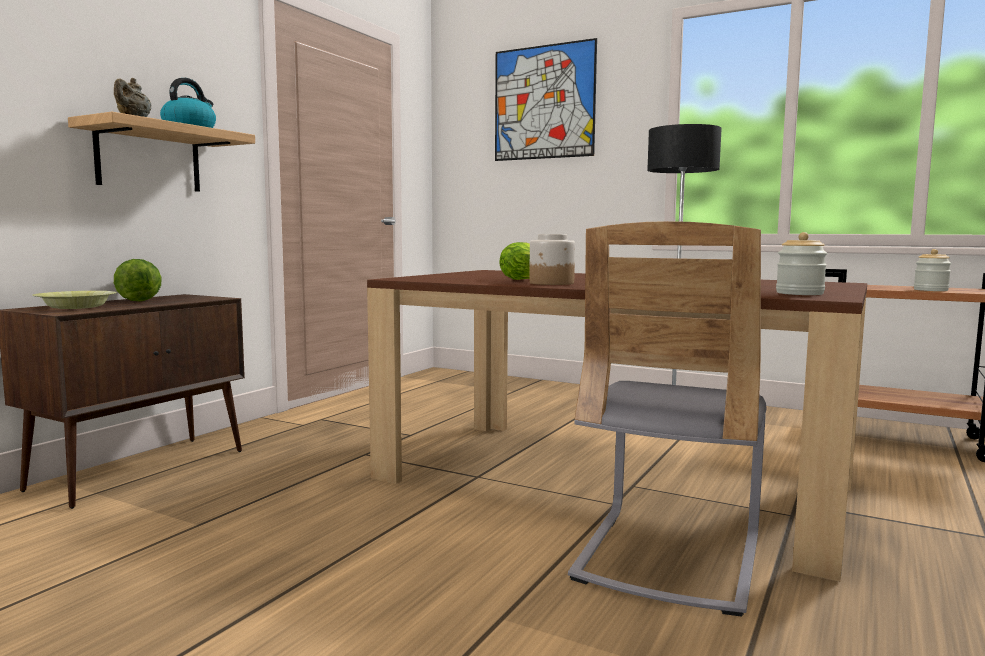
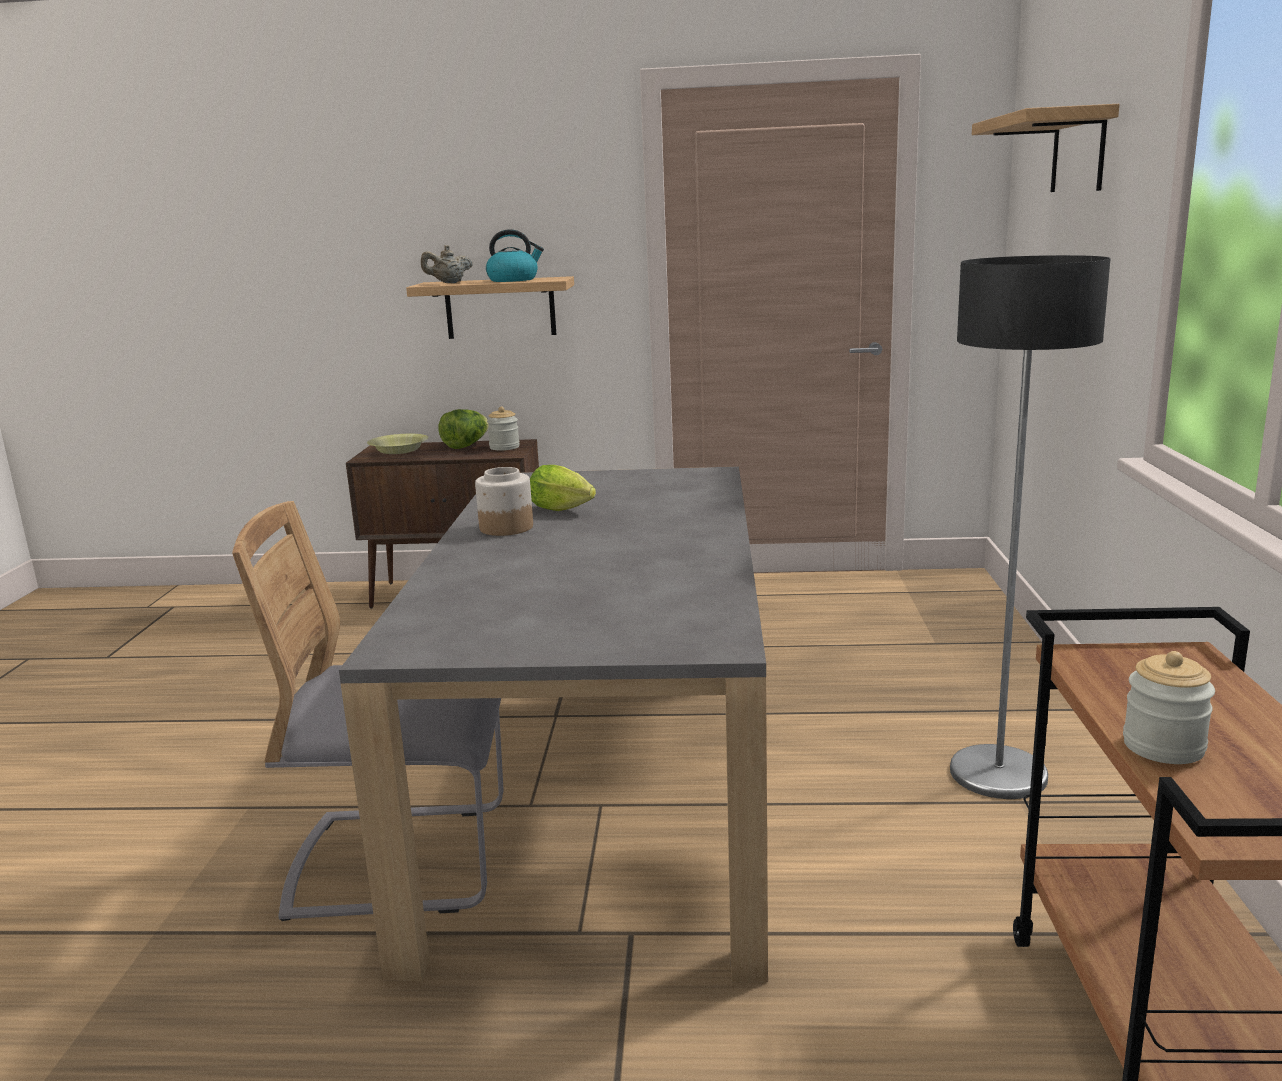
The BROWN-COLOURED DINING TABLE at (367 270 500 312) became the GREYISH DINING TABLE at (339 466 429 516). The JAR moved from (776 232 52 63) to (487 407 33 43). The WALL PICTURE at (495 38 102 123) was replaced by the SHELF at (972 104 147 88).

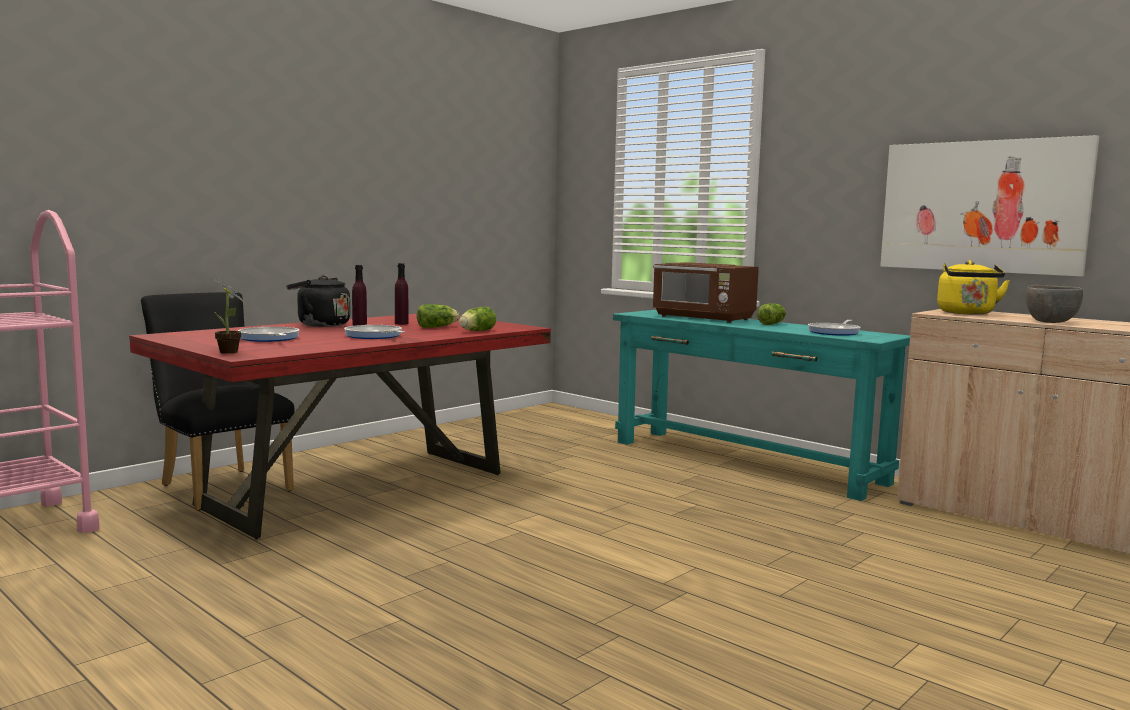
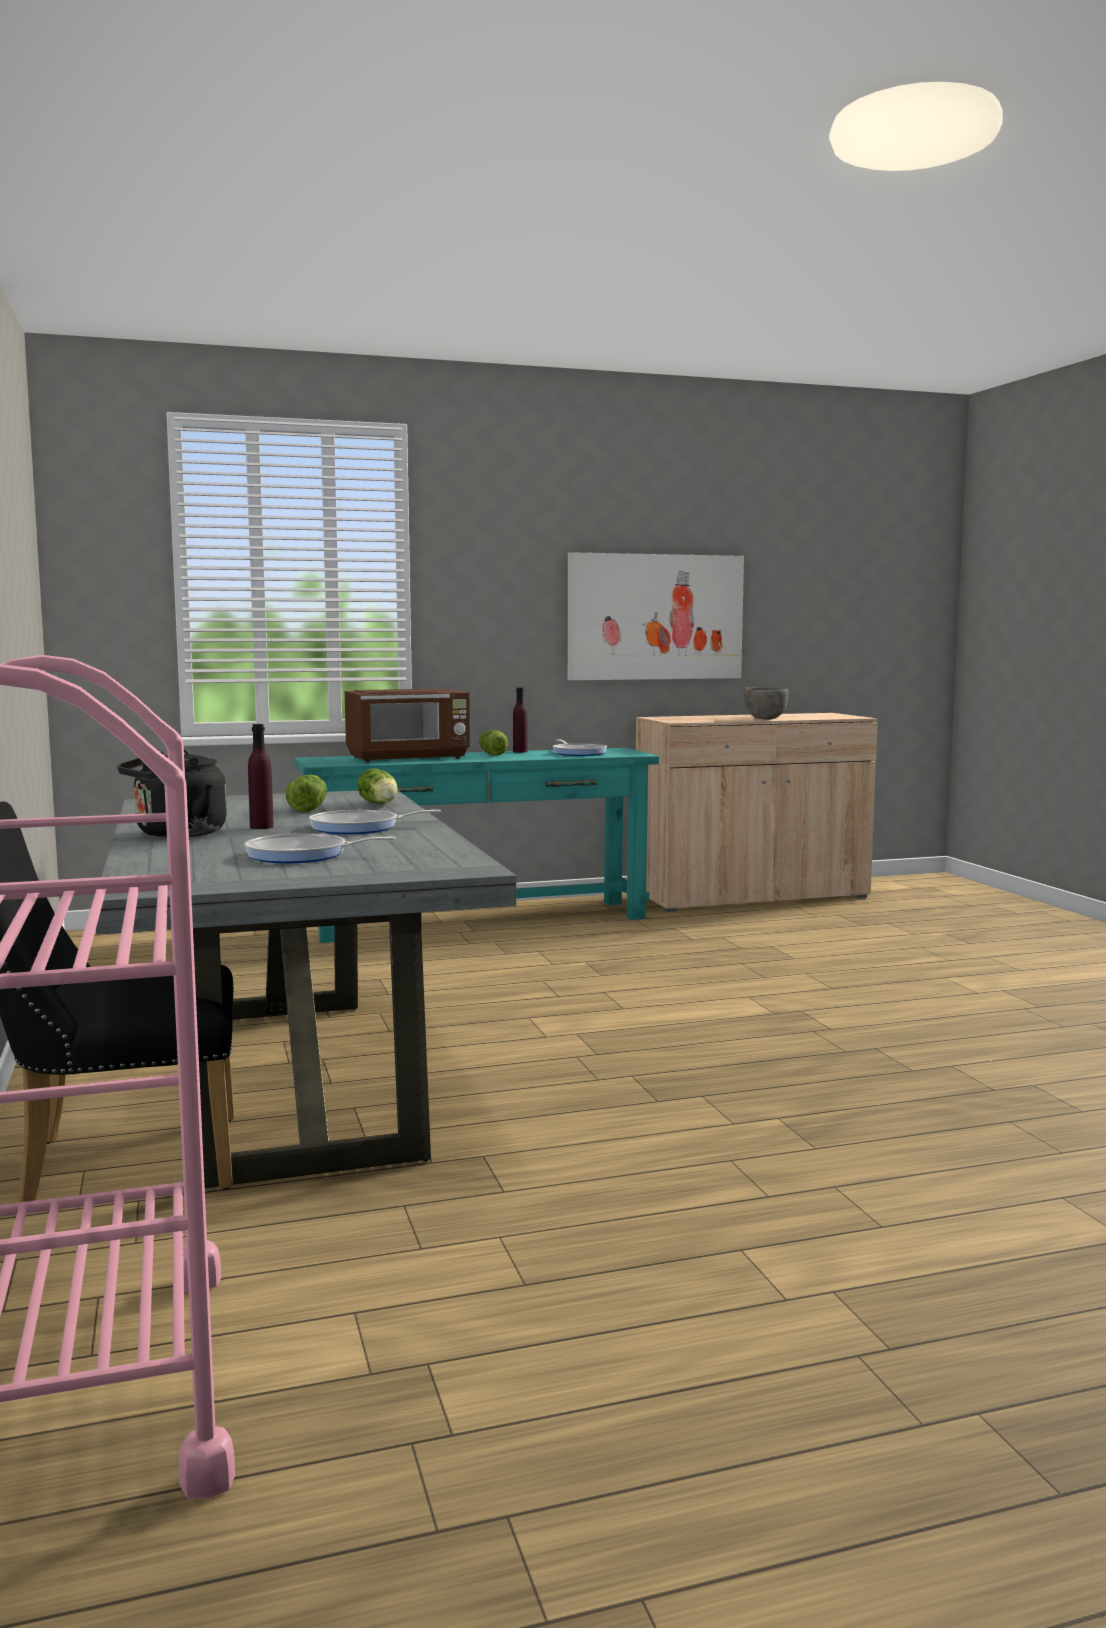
The RED-COLOURED DINING TABLE at (129 314 422 225) became the GREYISH DINING TABLE at (96 791 420 397). The PURPLE BEVERAGE BOTTLE moved from (395 263 14 62) to (513 687 14 66). The HOUSEPLANT at (210 274 37 80) disappeared. The YELLOWISH KETTLE at (937 260 73 55) disappeared.

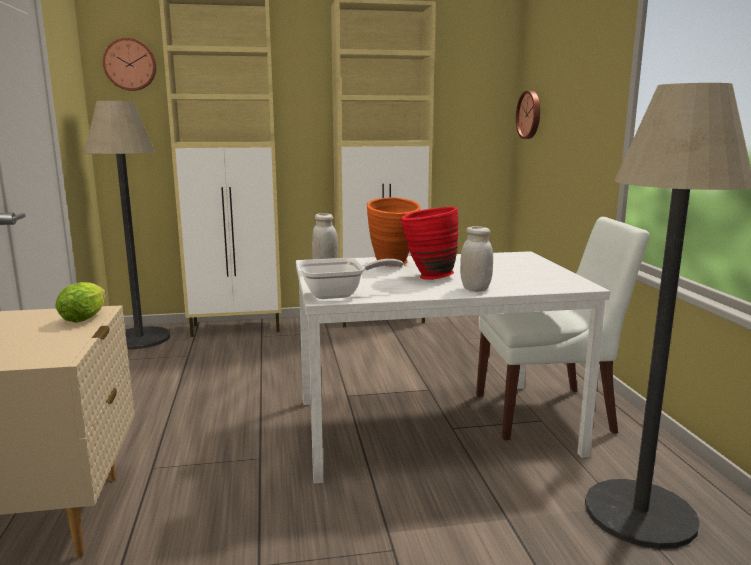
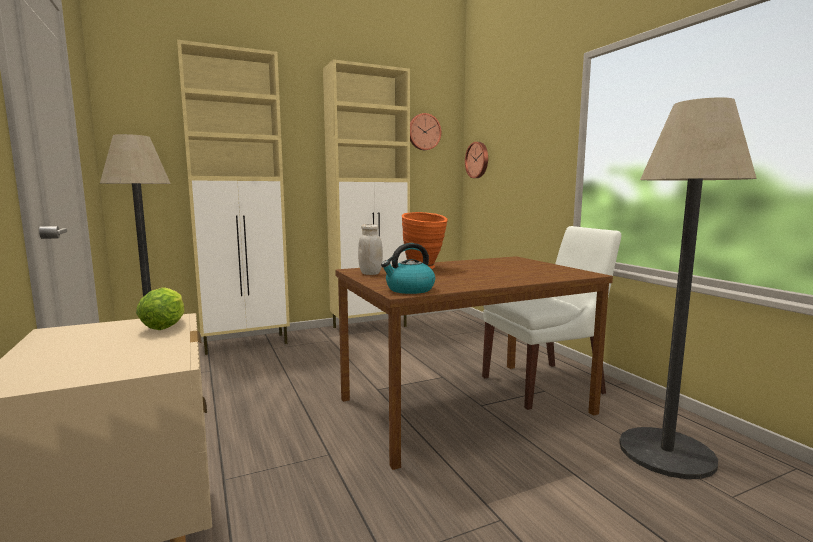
The WHITE DINING TABLE at (296 251 314 233) became the BROWN-COLOURED DINING TABLE at (335 256 278 214). The FRYING PAN at (298 258 105 41) was replaced by the KETTLE at (381 243 54 51). The CLOCK ON THE WALL moved from (103 38 53 53) to (410 113 31 37). The RED-COLOURED FLOWER VASE at (401 207 58 73) disappeared. The WHITE JAR at (460 226 33 66) disappeared.

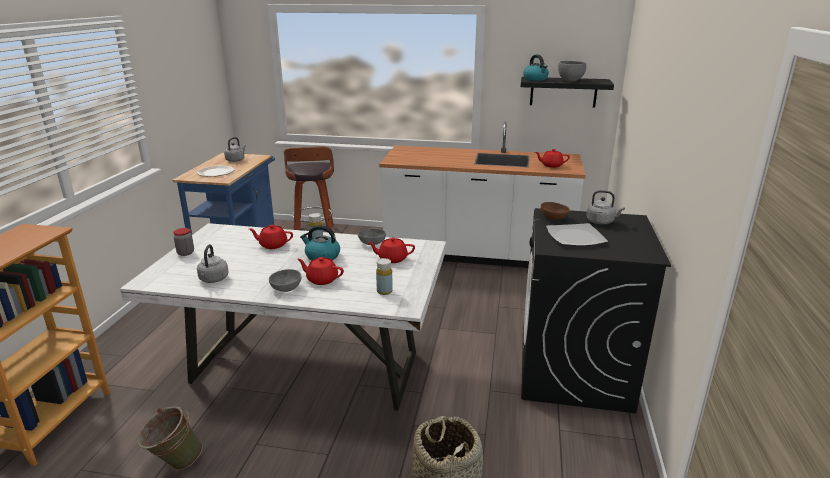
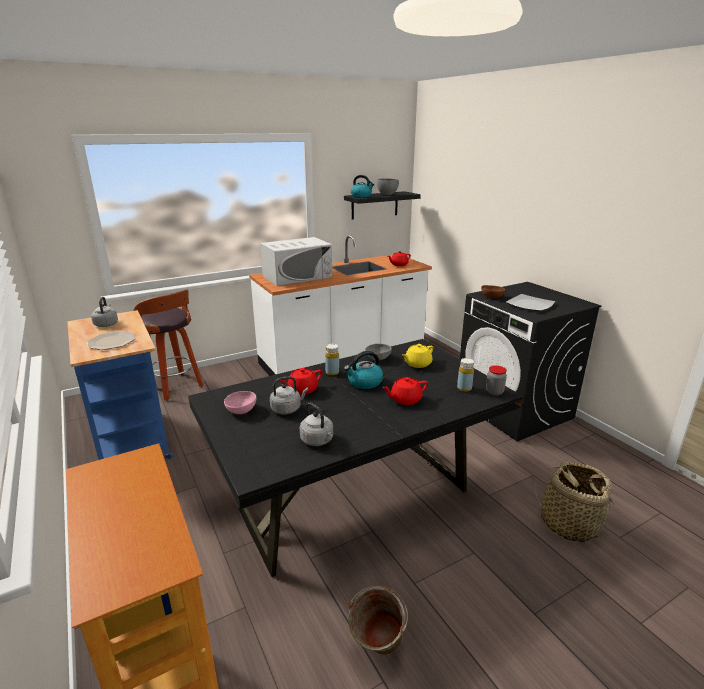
The WHITE DINING TABLE at (120 223 326 188) became the BLACK DINING TABLE at (188 339 335 238). The PINK-COLOURED BOWL at (224 391 32 23) appeared. The WHITE MICROWAVE OVEN at (260 237 72 49) appeared. The GREYISH KETTLE moved from (586 190 39 35) to (270 376 39 38). The RED-COLOURED POT FOR TEA at (367 237 48 26) became the YELLOWISH POT FOR TEA at (402 344 31 24). The JAR moved from (173 228 21 28) to (486 365 21 30). The GREYISH BOWL at (269 269 32 23) disappeared.

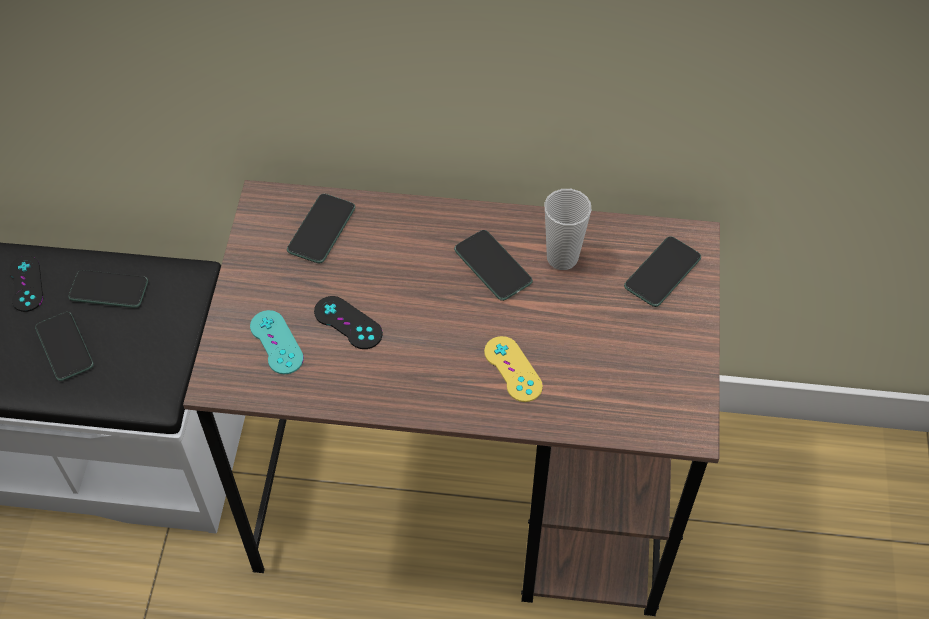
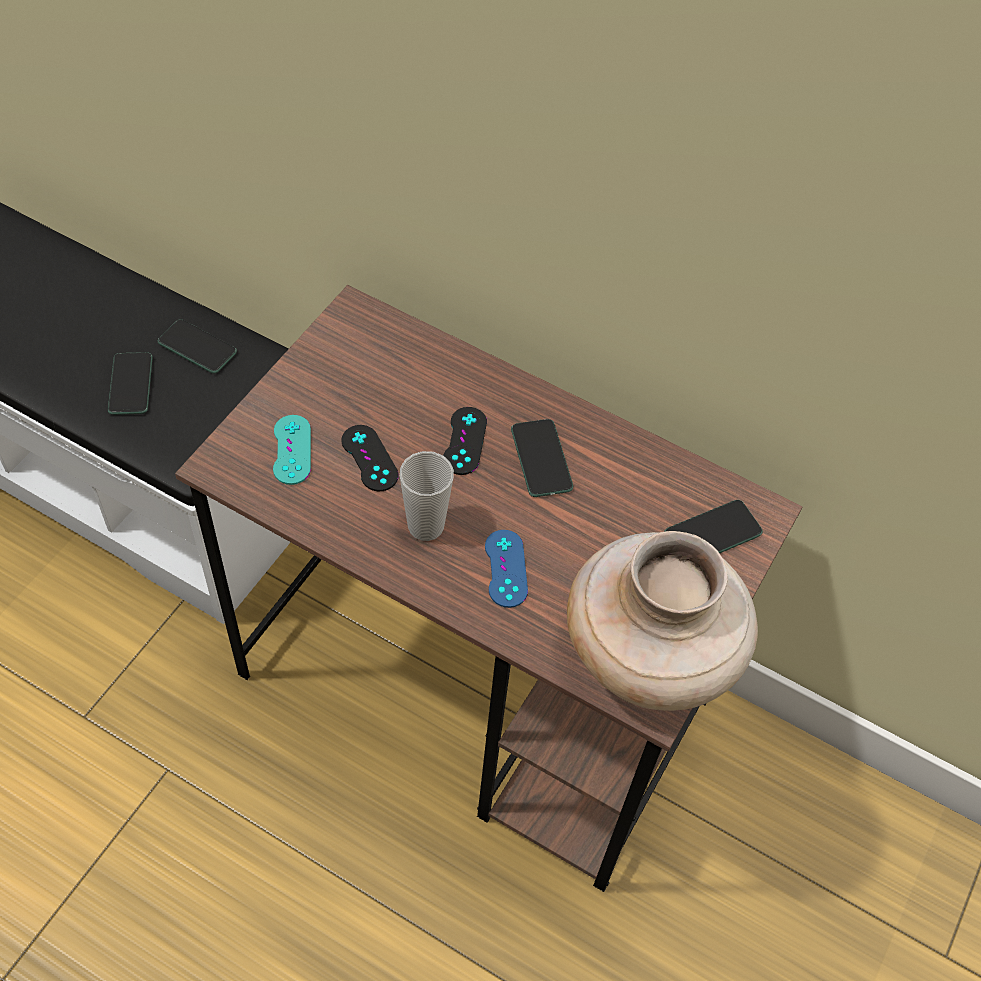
The CUP moved from (544 189 47 81) to (400 451 54 90). The BLACK GAMEPAD moved from (9 256 34 56) to (443 407 44 68). The YELLOWISH GAMEPAD at (484 336 59 66) became the BLUISH GAMEPAD at (485 530 43 78). The BEIGE FLOWER VASE at (567 531 191 180) appeared. The TELEPHONE at (287 194 68 69) disappeared.

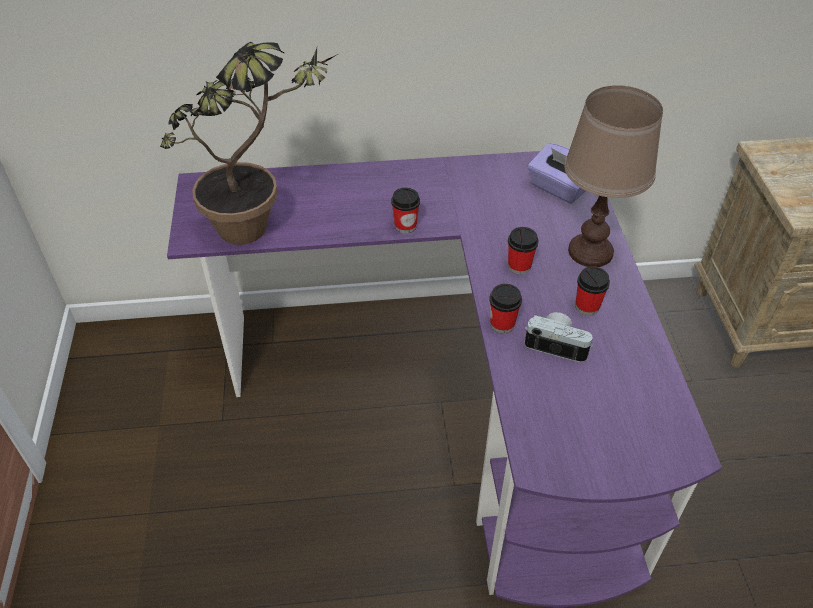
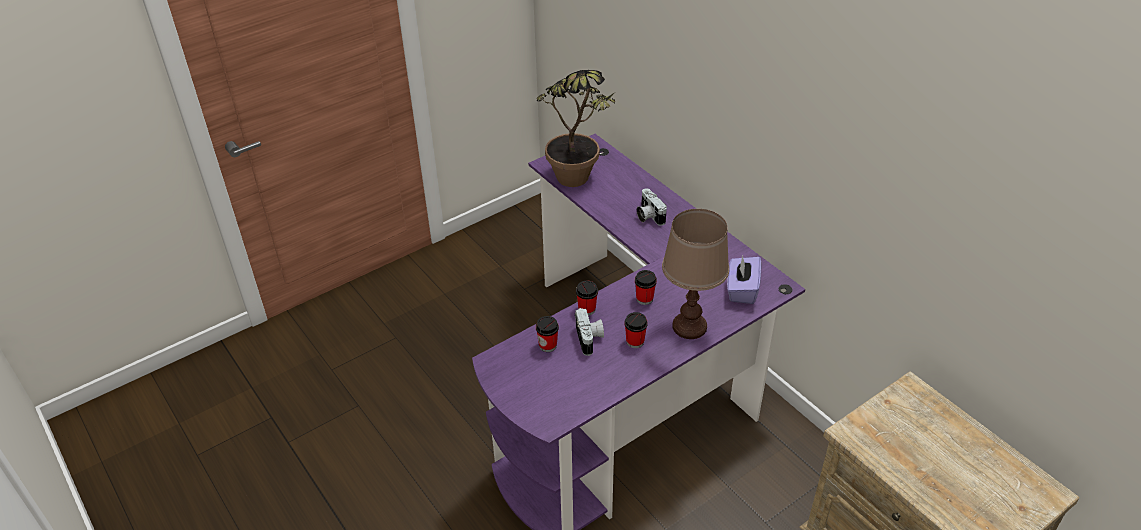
The CUP moved from (391 188 29 45) to (536 316 23 36). The STILL CAMERA at (637 188 30 38) appeared.

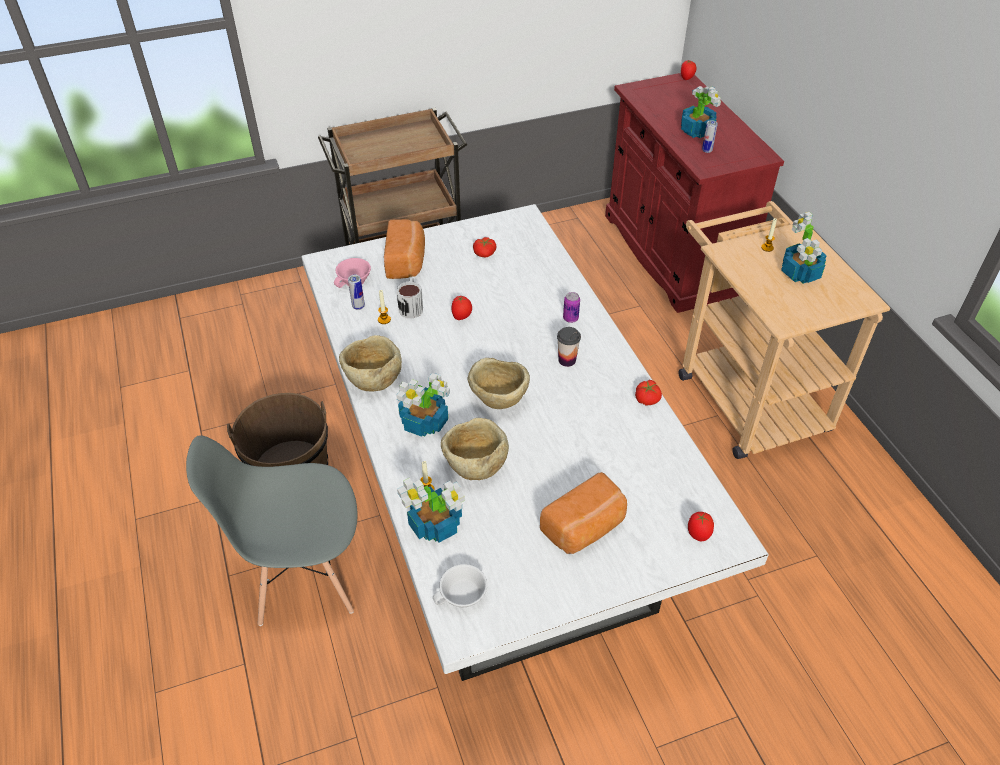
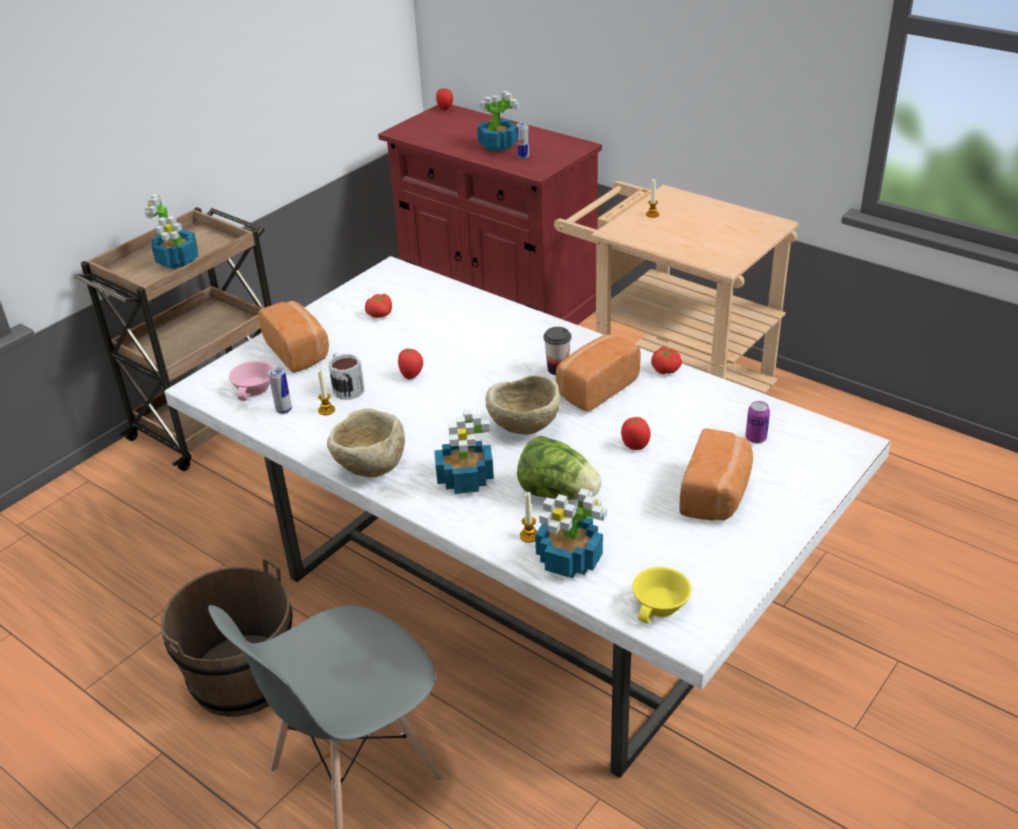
The HOUSEPLANT moved from (781 212 46 72) to (145 194 53 75). The BEIGE BOWL at (441 418 68 62) was replaced by the LETTUCE at (517 436 85 64). The BREAD at (556 334 85 78) appeared. The TOMATO moved from (688 512 26 29) to (621 417 30 33). The WHITE CUP at (433 564 54 44) became the YELLOWISH CUP at (632 567 59 56). The METAL CAN moved from (563 292 17 31) to (746 401 24 42).

